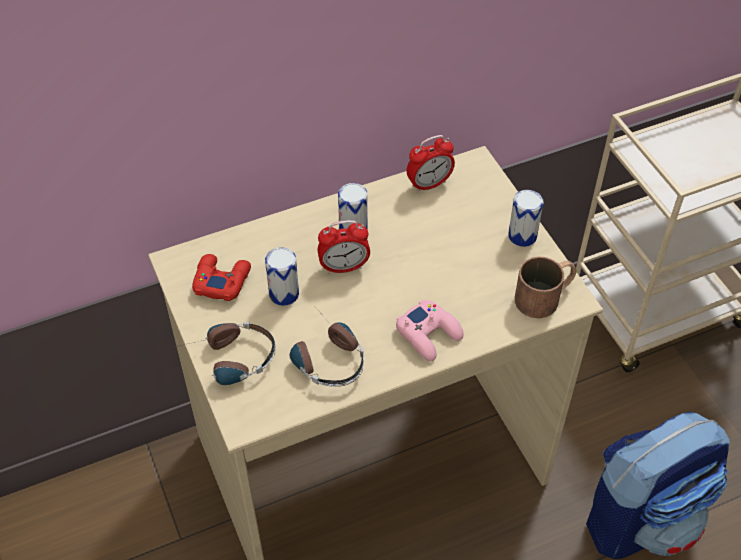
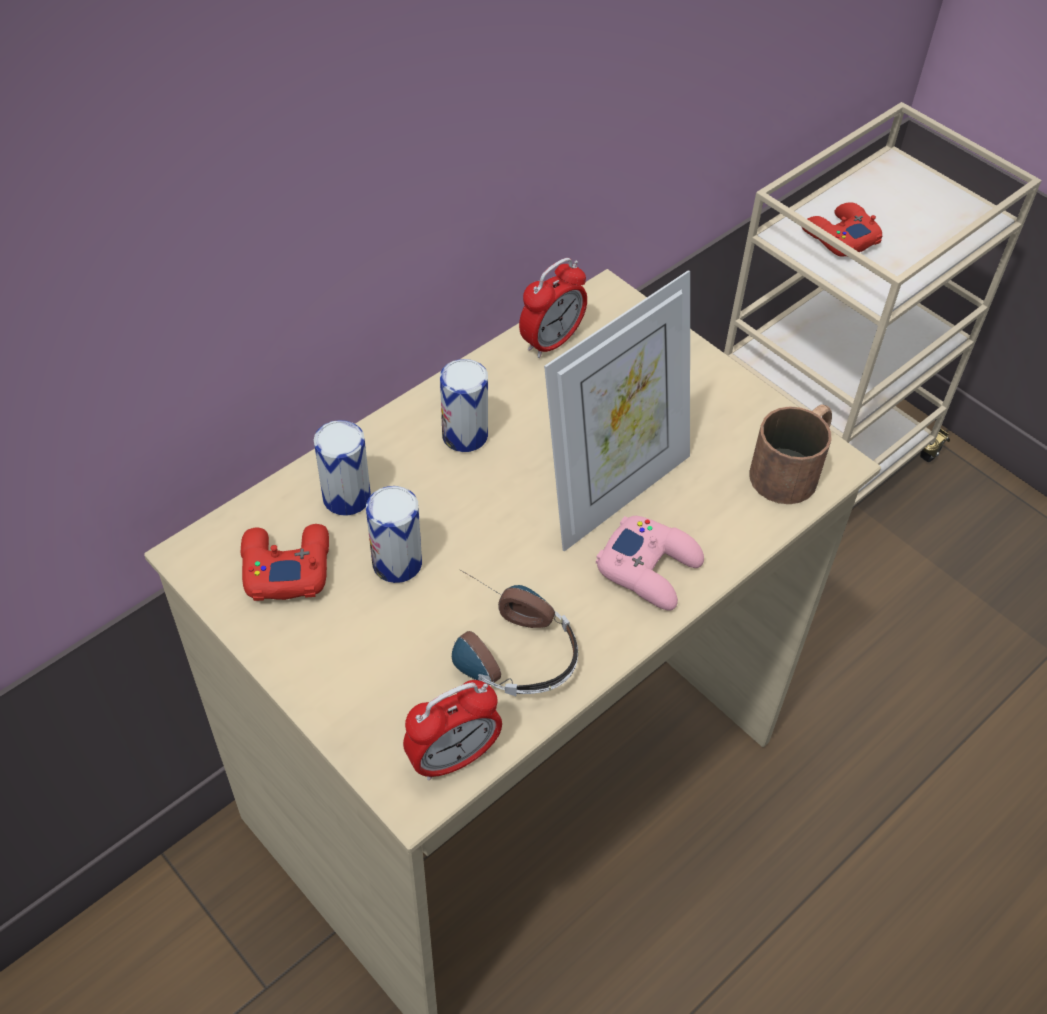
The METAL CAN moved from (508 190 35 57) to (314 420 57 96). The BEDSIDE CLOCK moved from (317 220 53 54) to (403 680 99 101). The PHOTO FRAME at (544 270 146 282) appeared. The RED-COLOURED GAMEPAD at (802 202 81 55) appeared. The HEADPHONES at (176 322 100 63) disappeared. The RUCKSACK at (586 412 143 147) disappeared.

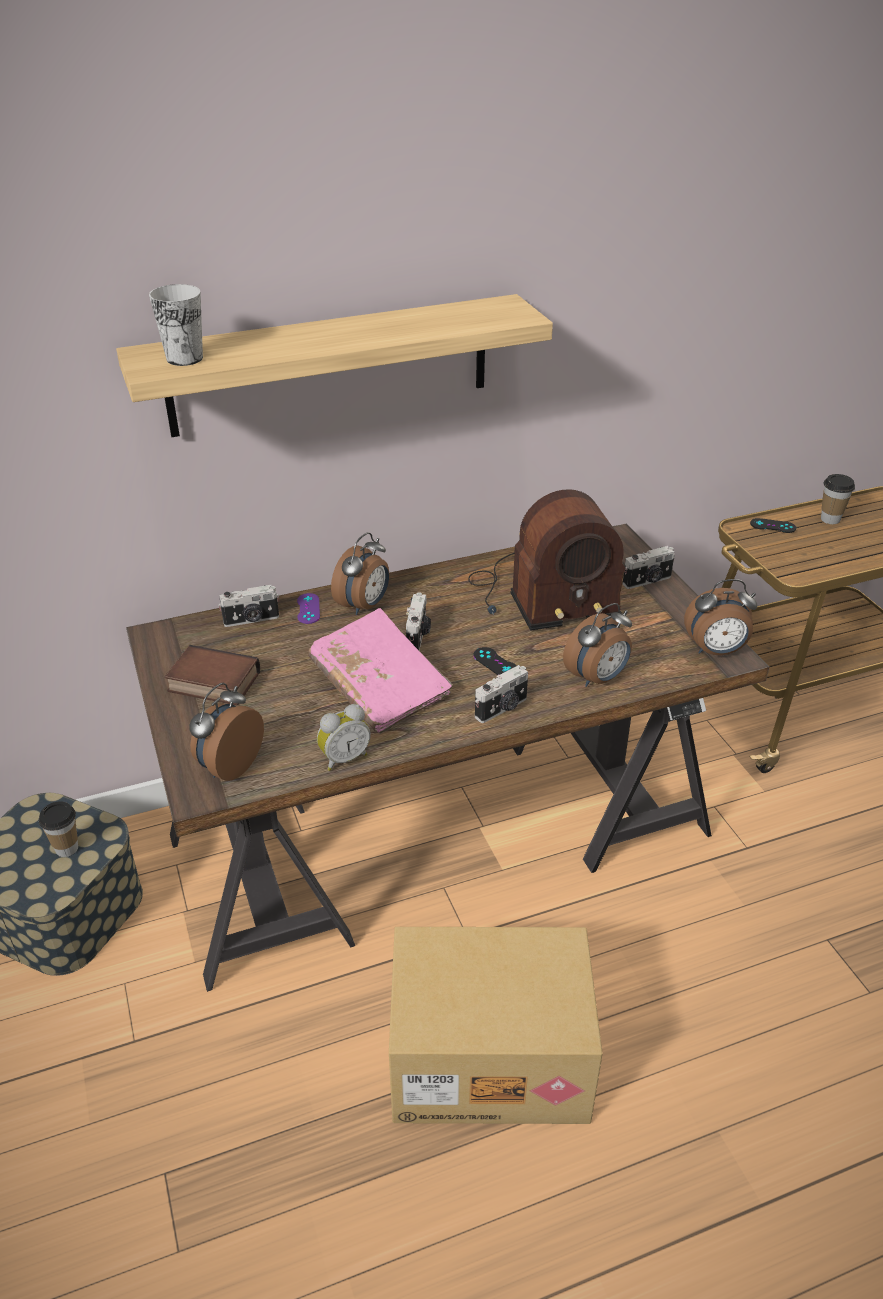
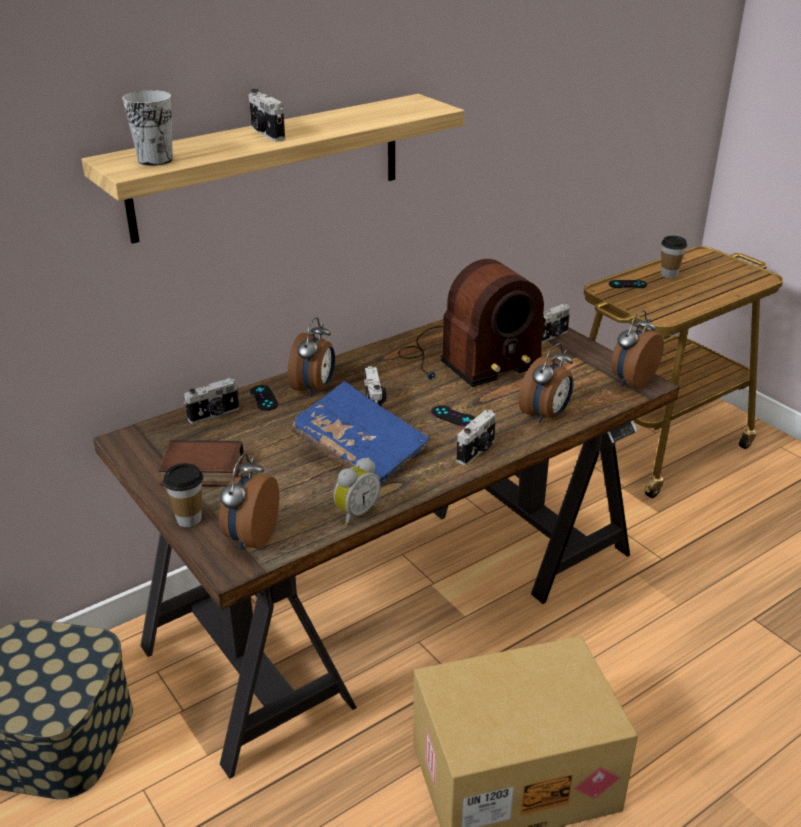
The CUP moved from (39 801 39 56) to (163 463 40 64). The STILL CAMERA at (248 89 37 52) appeared. The PURPLE GAMEPAD at (297 593 23 31) became the BLACK GAMEPAD at (250 385 28 26). The PINK-COLOURED BOOK at (308 608 145 126) became the BLUISH BOOK at (292 381 137 106). The BEDSIDE CLOCK at (684 579 74 76) turned 150 degrees clockwise.

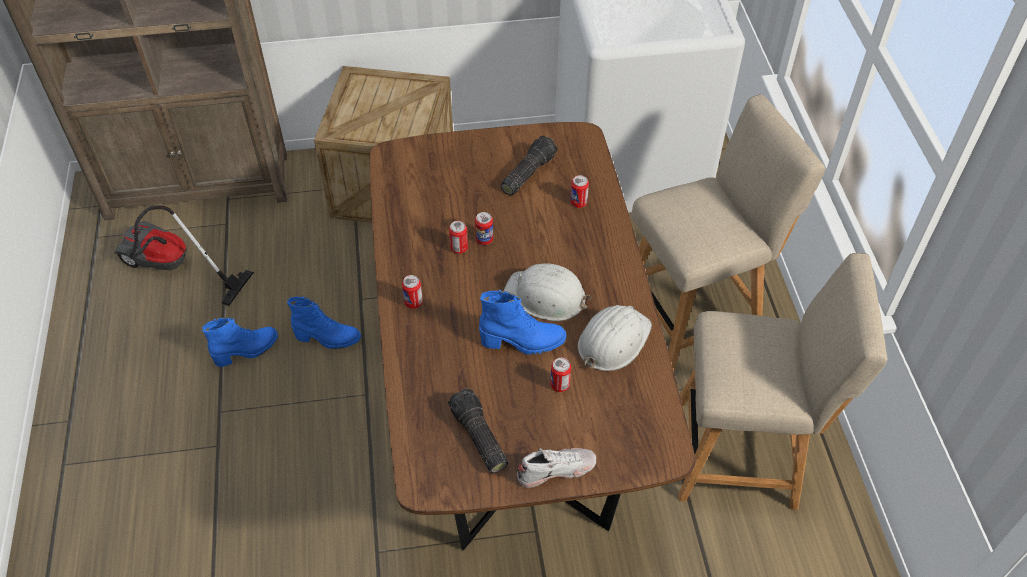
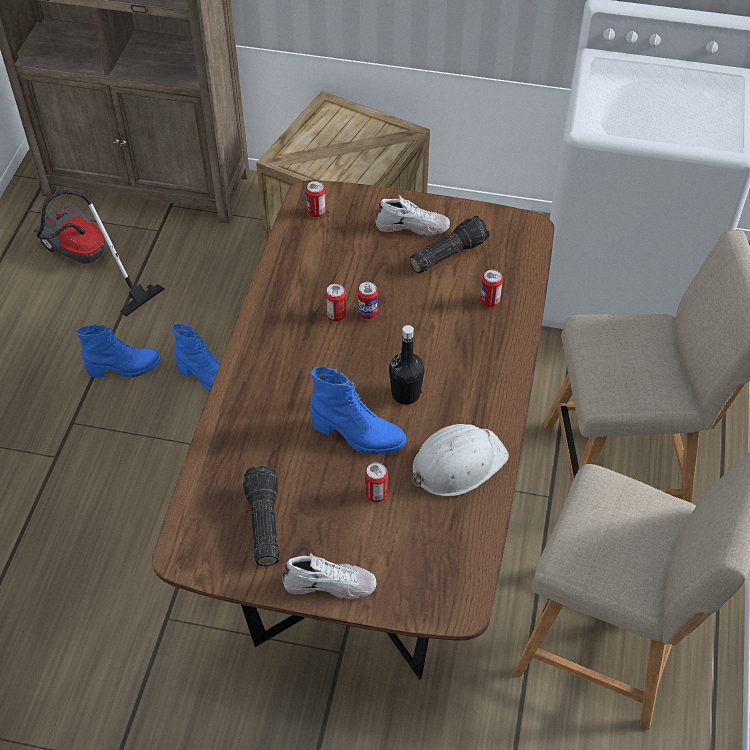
The METAL CAN moved from (402 275 21 34) to (306 181 20 36). The WHITE LOW SHOE at (376 195 74 41) appeared. The WHITE HARD HAT at (504 263 87 58) was replaced by the BLACK BEVERAGE BOTTLE at (389 325 36 80).

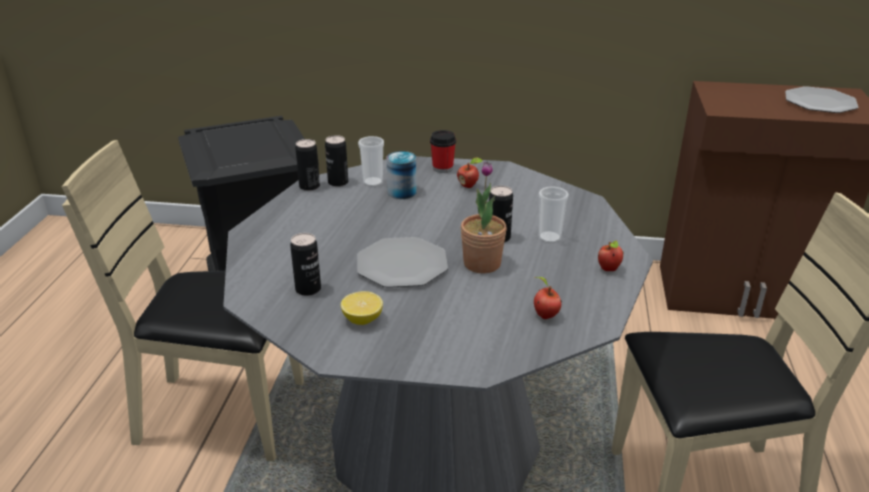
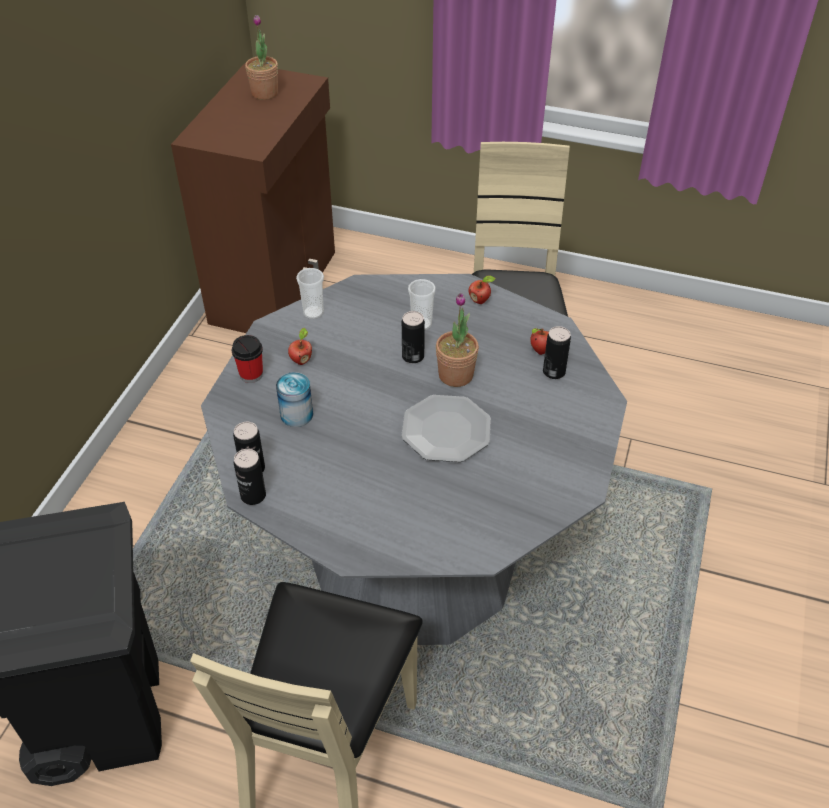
The PLATE at (785 86 73 27) was replaced by the HOUSEPLANT at (245 15 33 85). The CUP moved from (358 136 26 51) to (296 268 28 51). The METAL CAN moved from (290 233 31 63) to (543 326 28 53). The CITRUS FRUIT at (341 291 42 34) disappeared.

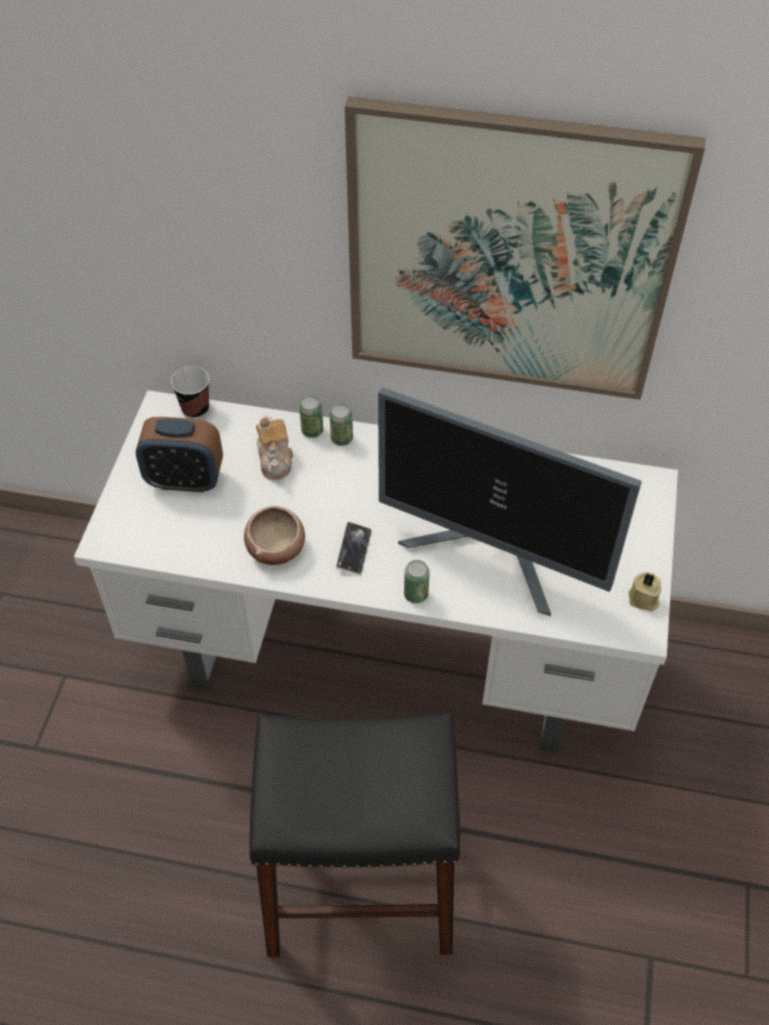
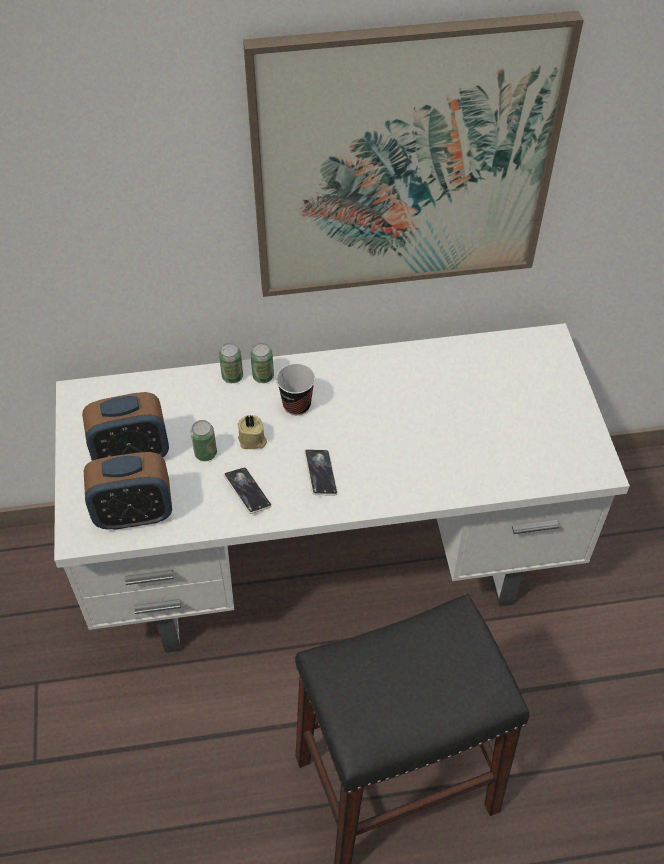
The BEDSIDE CLOCK at (84 452 88 78) appeared. The METAL CAN moved from (404 560 26 43) to (191 420 26 41). The BOWL at (244 506 61 59) was replaced by the TELEPHONE at (224 467 48 47). The BEIGE WAX LIGHT moved from (629 572 32 40) to (238 415 29 34). The CUP moved from (171 366 38 53) to (276 364 39 51). The POT FOR TEA at (256 415 37 65) disappeared. The COMPUTER SCREEN at (378 387 264 229) disappeared.

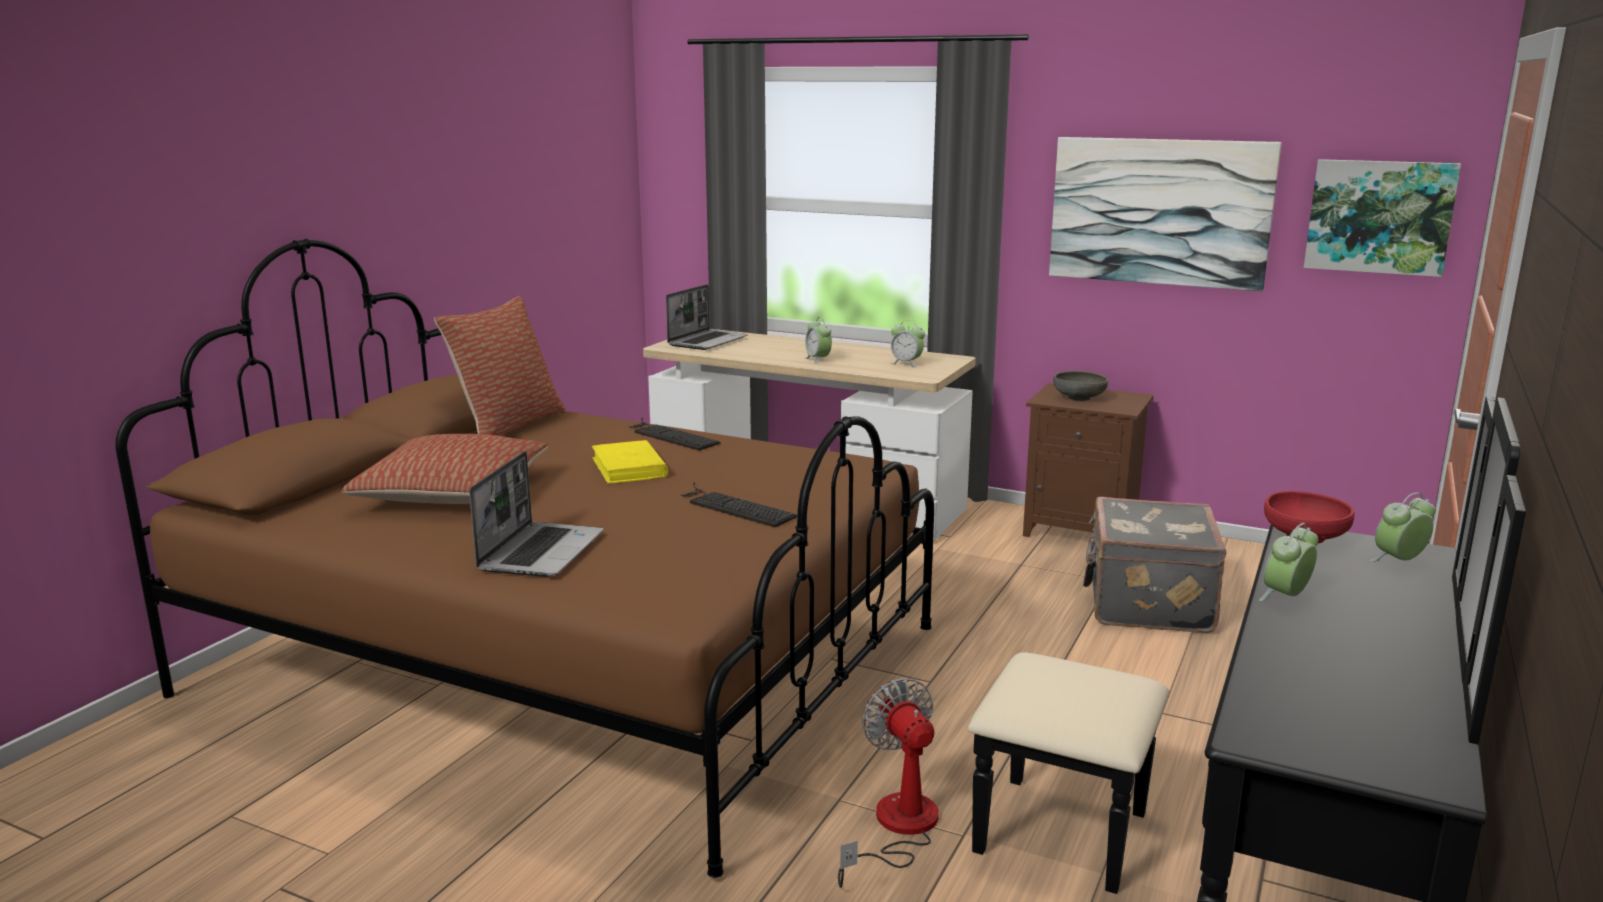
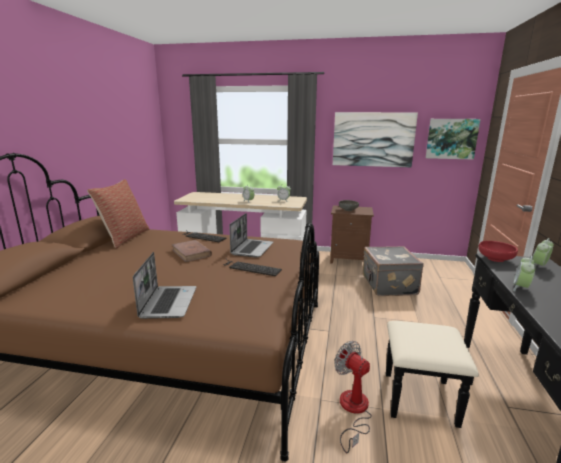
The YELLOWISH BOOK at (592 440 76 44) became the BROWN-COLOURED BOOK at (172 240 40 22). The LAPTOP moved from (666 284 82 66) to (229 213 45 45). The CUSHION at (341 434 207 70) disappeared.

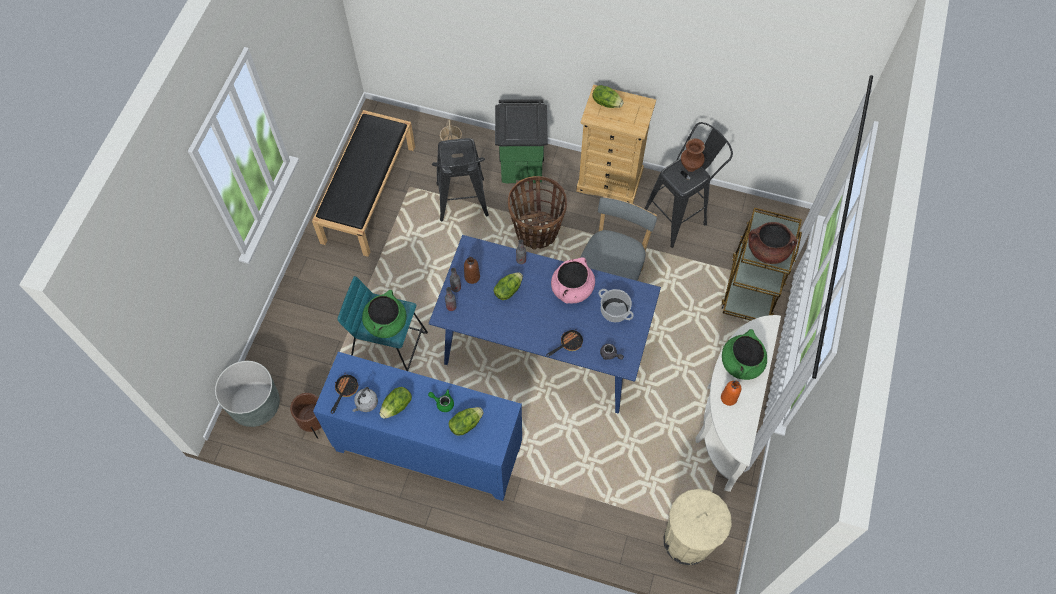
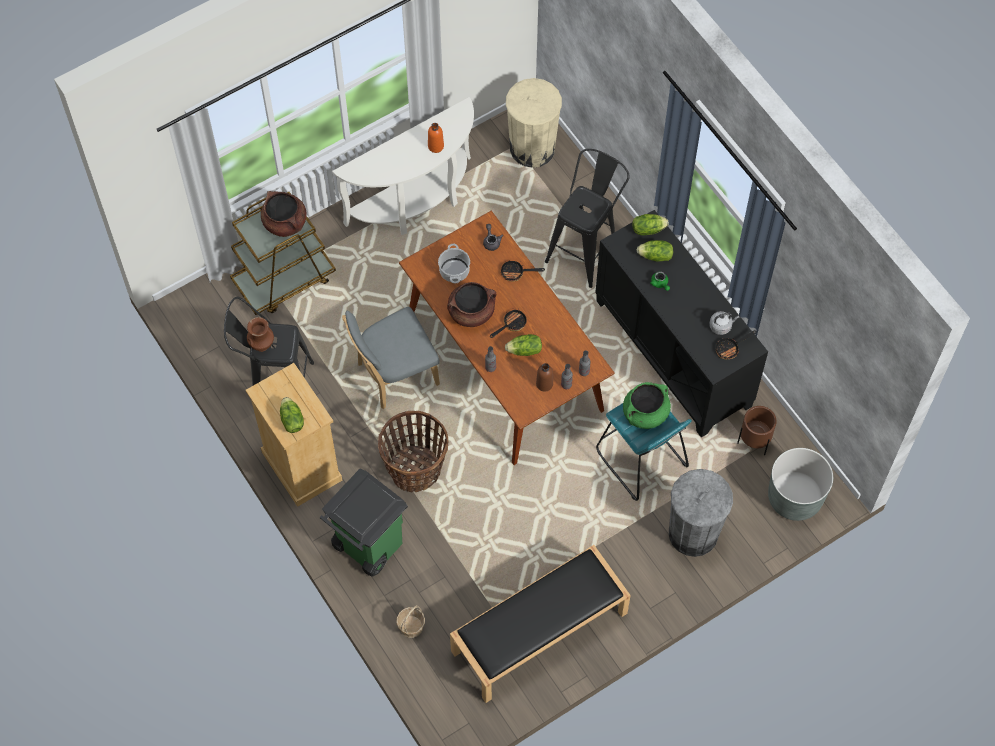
The BLUISH DINING TABLE at (429 235 232 179) became the BROWN-COLOURED DINING TABLE at (399 211 215 254). The PINK-COLOURED STOCKPOT at (551 257 44 47) became the BROWN-COLOURED STOCKPOT at (447 282 49 45). The FRYING PAN at (490 309 37 29) appeared. The BLACK STOOL SEAT moved from (432 138 57 83) to (545 149 85 139). The BLUISH CUPBOARD at (313 352 209 149) became the BLACK CUPBOARD at (595 210 173 228). The LETTUCE moved from (379 387 33 32) to (632 214 37 22). The GREYISH RUBBISH BIN at (669 469 64 88) appeared. The GREEN-COLOURED STOCKPOT at (722 329 45 51) disappeared.

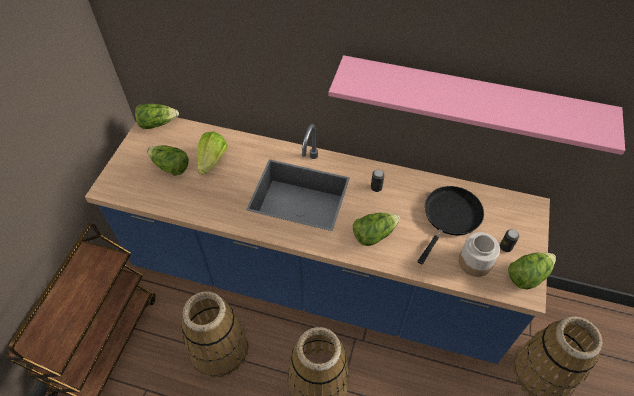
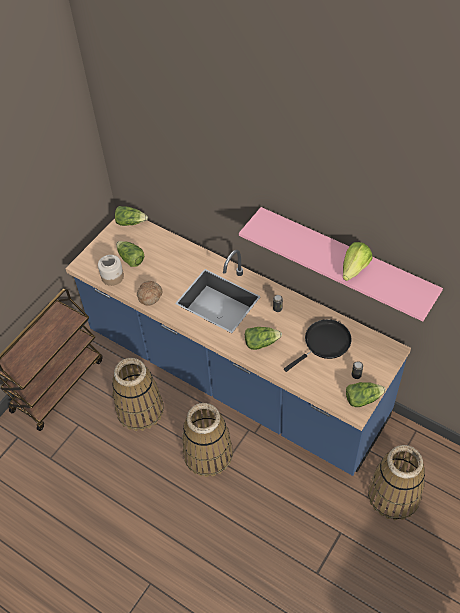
The JAR moved from (459 232 41 45) to (98 255 26 31). The BREAD at (137 281 25 25) appeared. The LETTUCE moved from (197 132 31 43) to (343 242 29 39).

